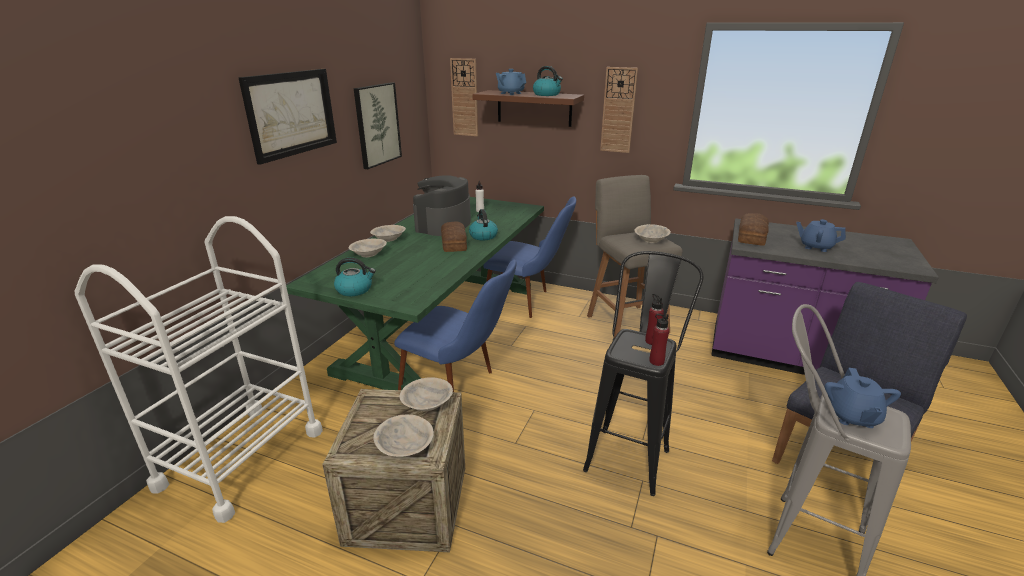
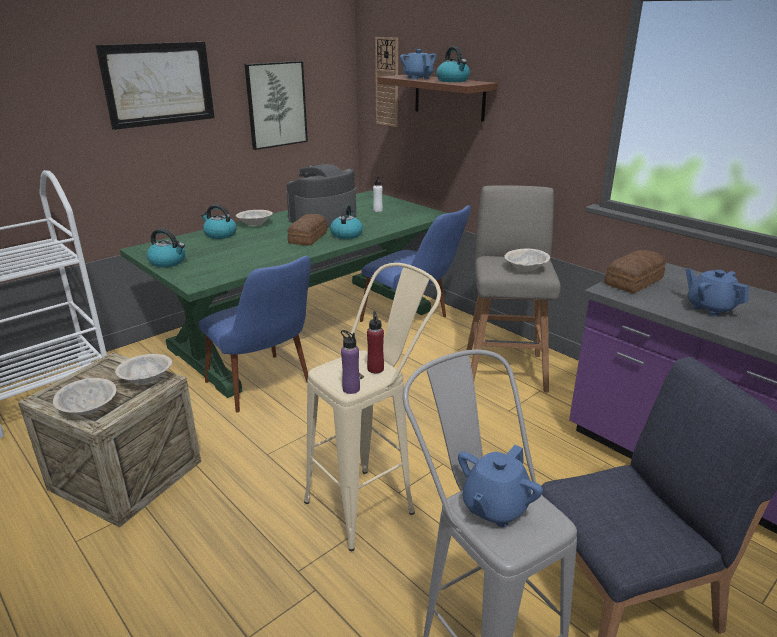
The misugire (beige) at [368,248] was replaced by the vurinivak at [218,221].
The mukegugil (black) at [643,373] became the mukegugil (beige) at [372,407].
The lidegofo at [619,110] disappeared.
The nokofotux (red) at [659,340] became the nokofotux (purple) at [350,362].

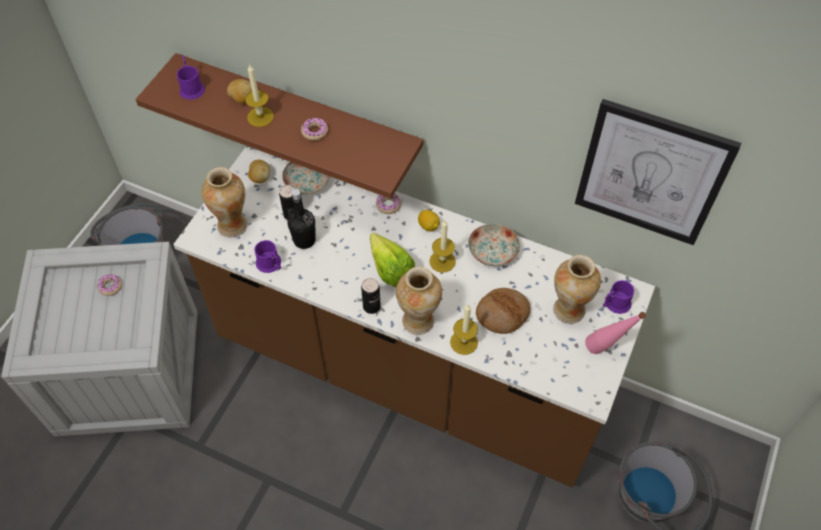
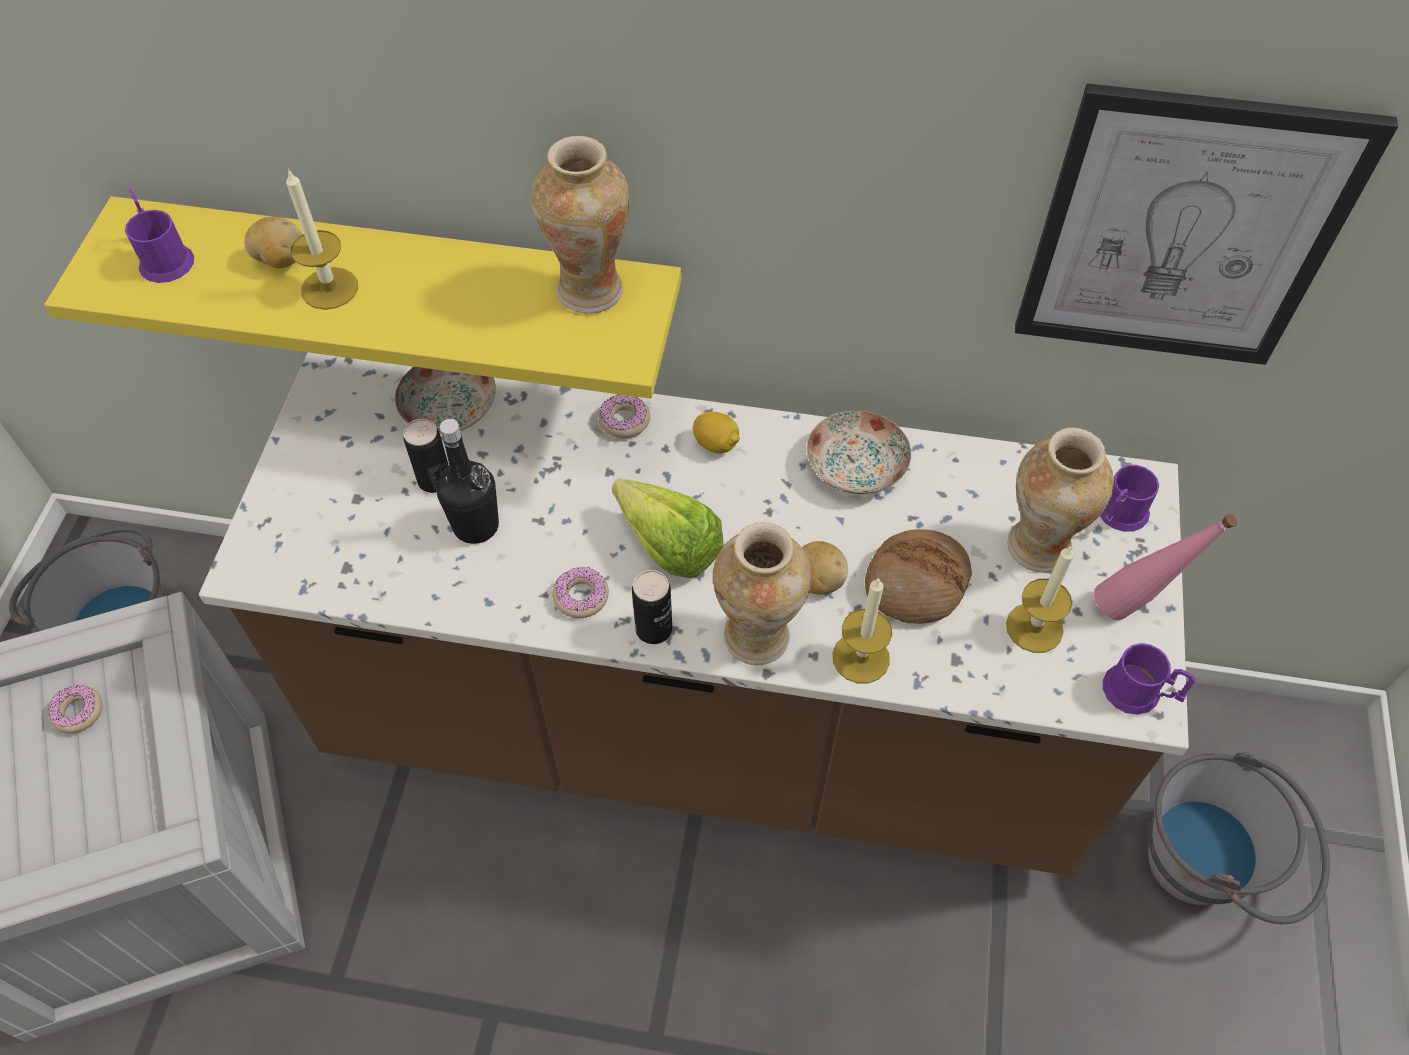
The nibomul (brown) at [279,126] became the nibomul (yellow) at [362,297].
The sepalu moved from [224,202] to [581,224].
The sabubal moved from [259,171] to [825,568].
The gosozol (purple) moved from [267,256] to [1149,679].
The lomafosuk moved from [314,129] to [580,592].
The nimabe moved from [442,246] to [1040,599].

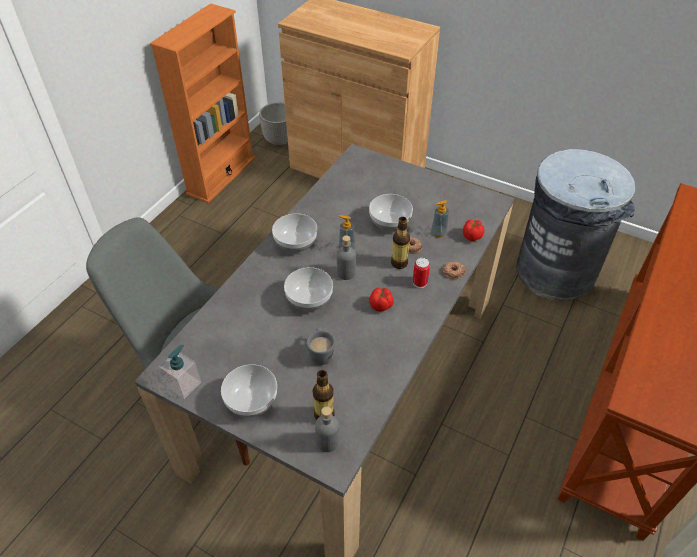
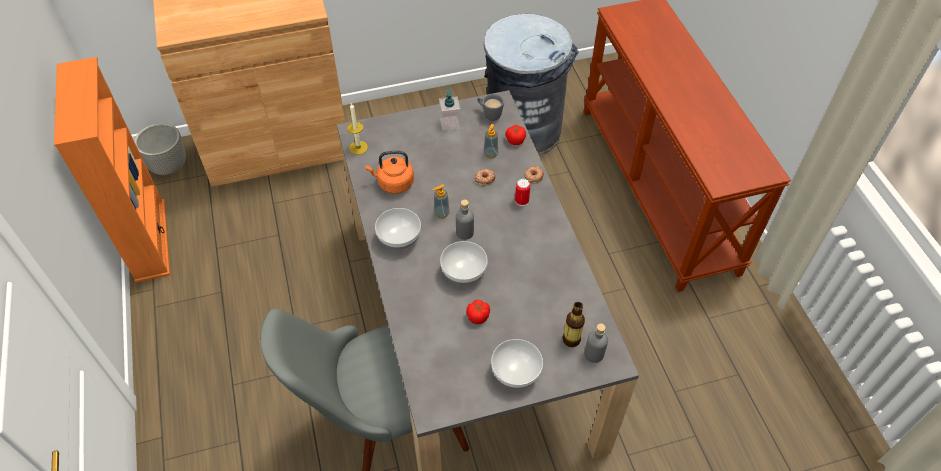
The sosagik moved from [180,371] to [449,109].
The gosozol (grey) moved from [321,346] to [490,107].
The misugire at [391,212] disappeared.
The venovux moved from [381,299] to [478,312].
The nokofotux at [400,243] disappeared.
The nimabe at [357,129] appeared.
The vurinivak (orange) at [389,172] appeared.

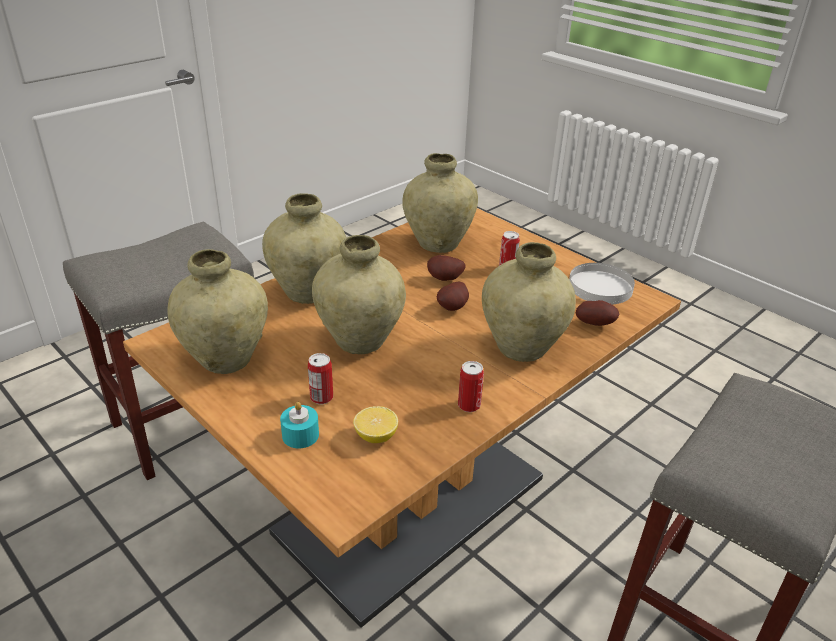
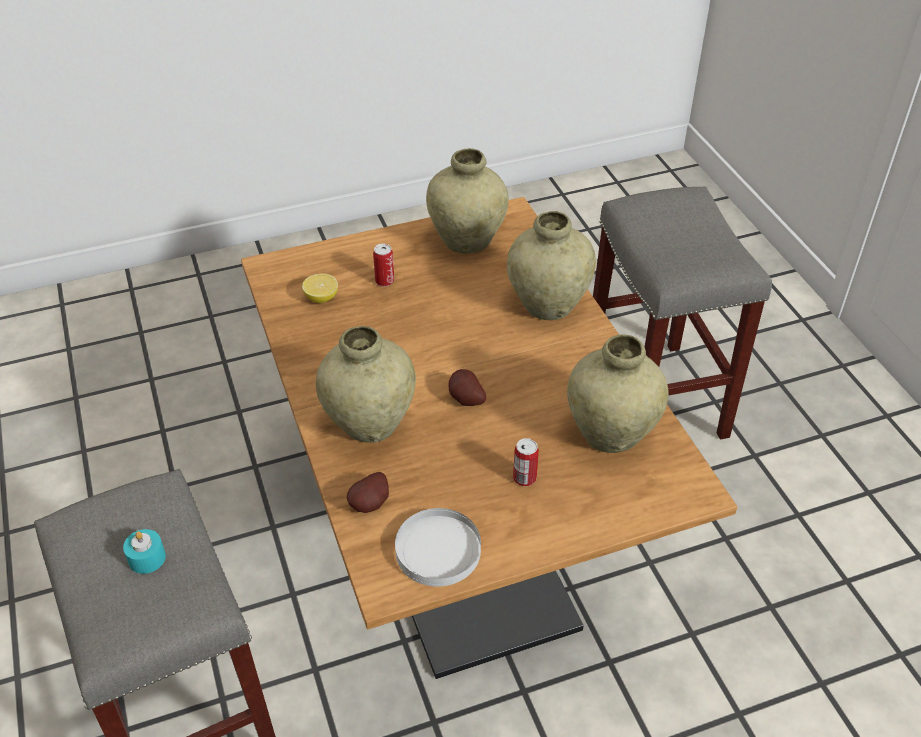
The nimabe (turquoise) moved from [299,425] to [144,551].
The sepalu (beige) at [359,295] disappeared.
The sabubal at [446,268] disappeared.
The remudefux at [471,386] disappeared.

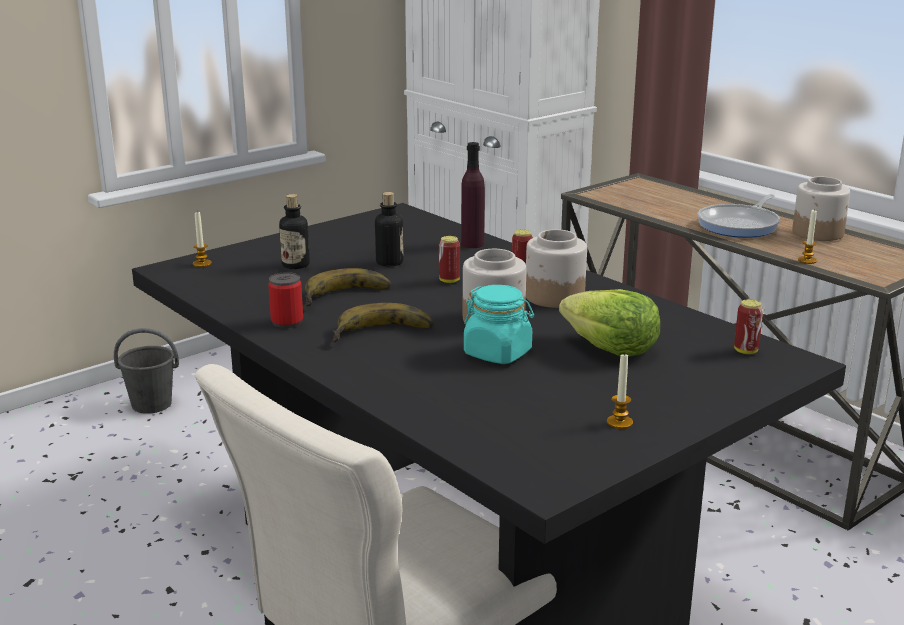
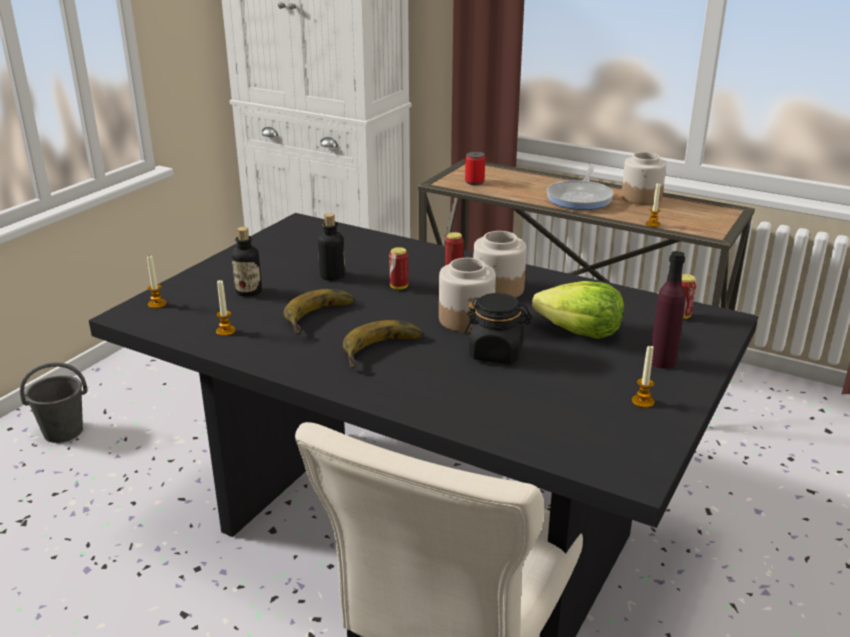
The remudefux moved from [285,300] to [475,168].
The nokofotux (purple) moved from [473,195] to [668,310].
The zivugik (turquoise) at [499,324] became the zivugik (black) at [498,328].
The nimabe at [226,308] appeared.

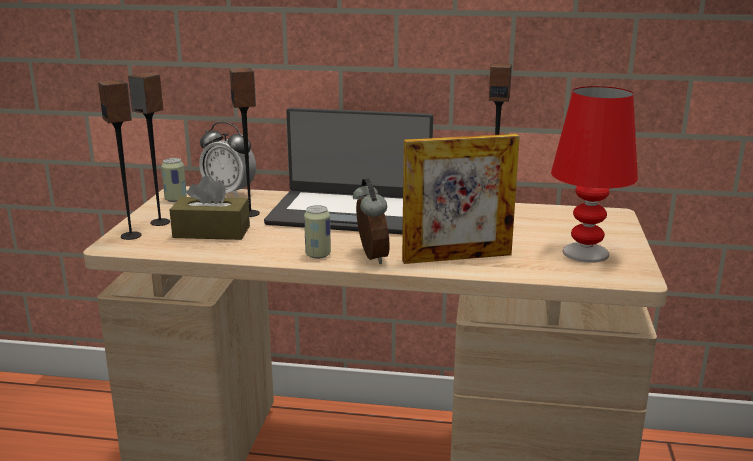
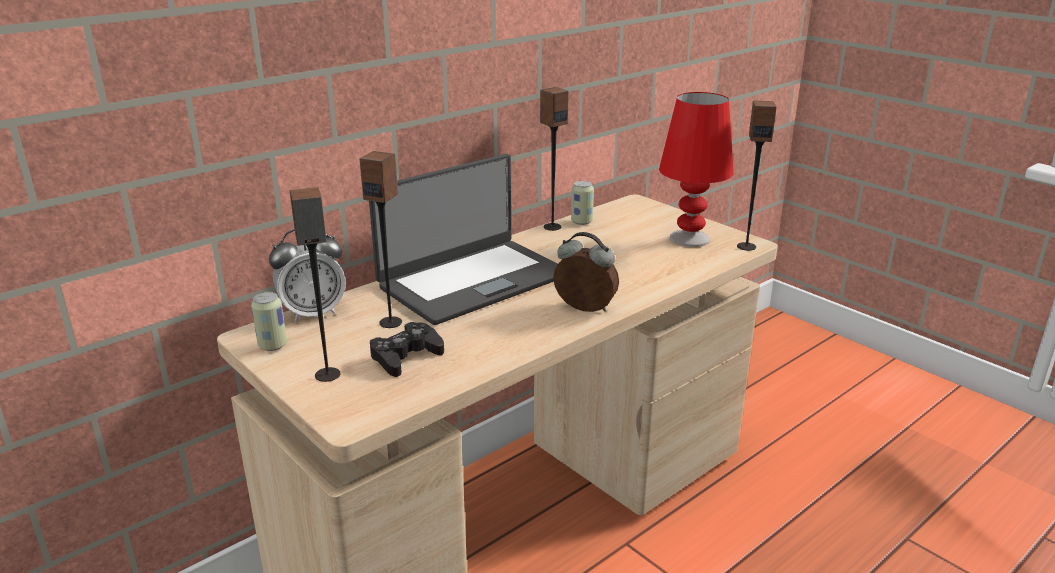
The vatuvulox moved from [119,160] to [756,176].
The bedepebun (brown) at [209,208] was replaced by the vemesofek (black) at [407,349].
The remudefux moved from [317,232] to [582,203].
The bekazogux at [461,199] disappeared.

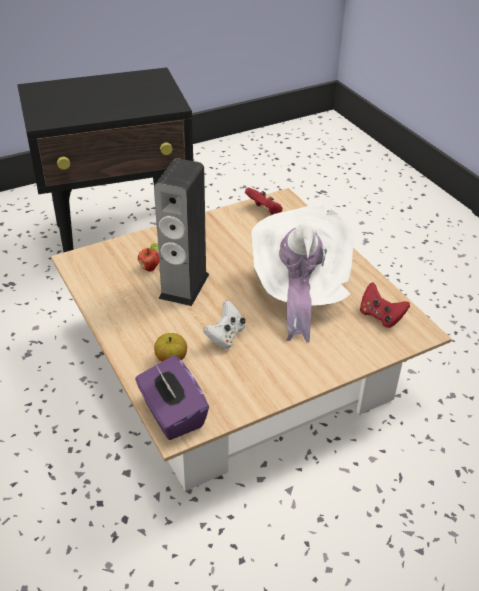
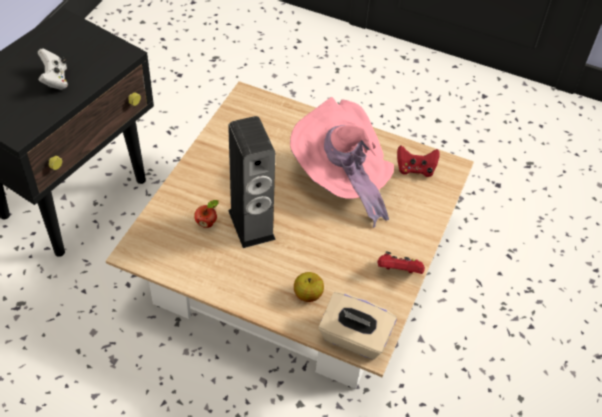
The bedepebun (purple) at [172,397] became the bedepebun (beige) at [357,326].
The vemesofek (white) moved from [224,324] to [53,69].
The vemesofek (red) moved from [264,201] to [401,262].
The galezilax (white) at [302,272] became the galezilax (pink) at [342,162].

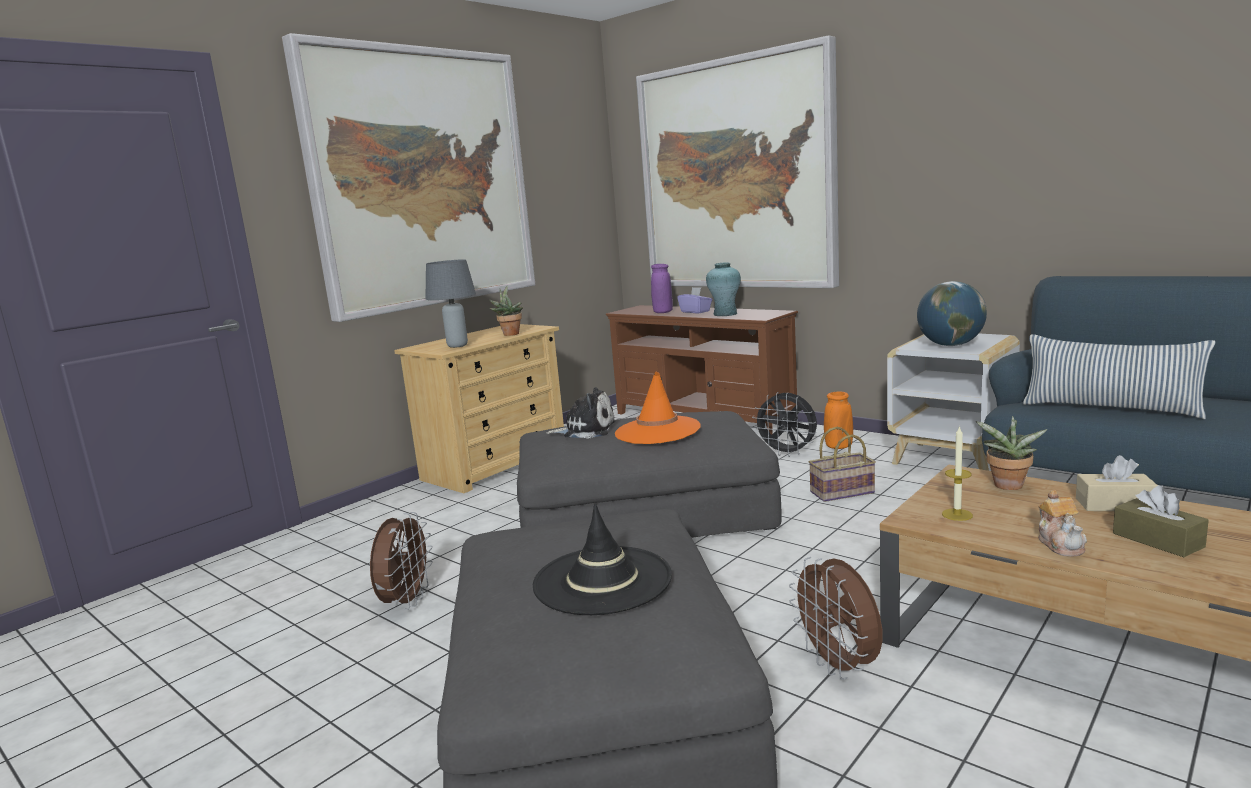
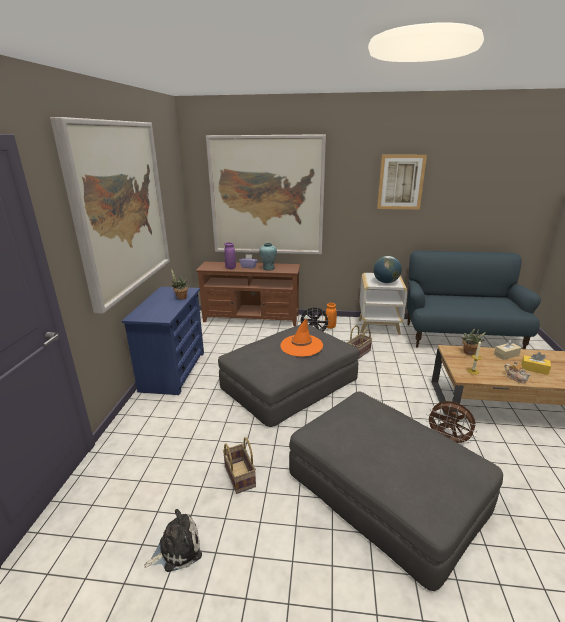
The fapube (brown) at [401,561] was replaced by the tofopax at [239,465].
The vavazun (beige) at [479,408] became the vavazun (blue) at [163,341].
The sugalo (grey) at [451,303] disappeared.
The galezilax (black) at [602,559] disappeared.
The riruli moved from [581,413] to [173,540].
The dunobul at [1119,376] disappeared.
The bedepebun (brown) at [1161,521] became the bedepebun (yellow) at [536,363].
The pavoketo at [402,182] appeared.

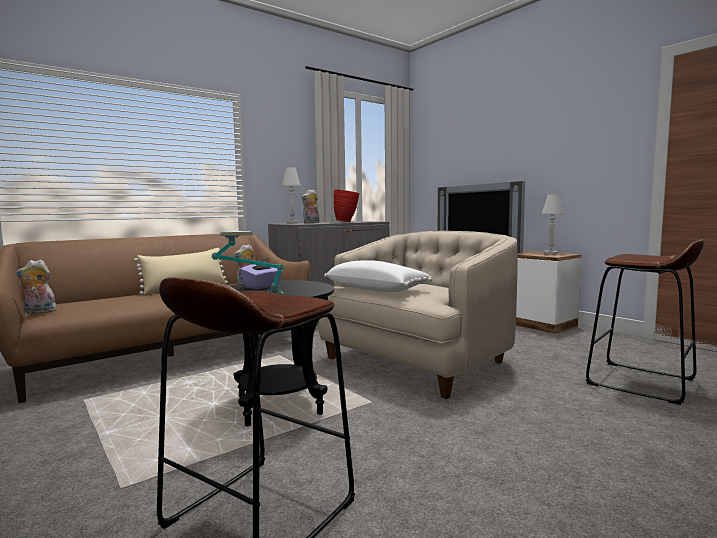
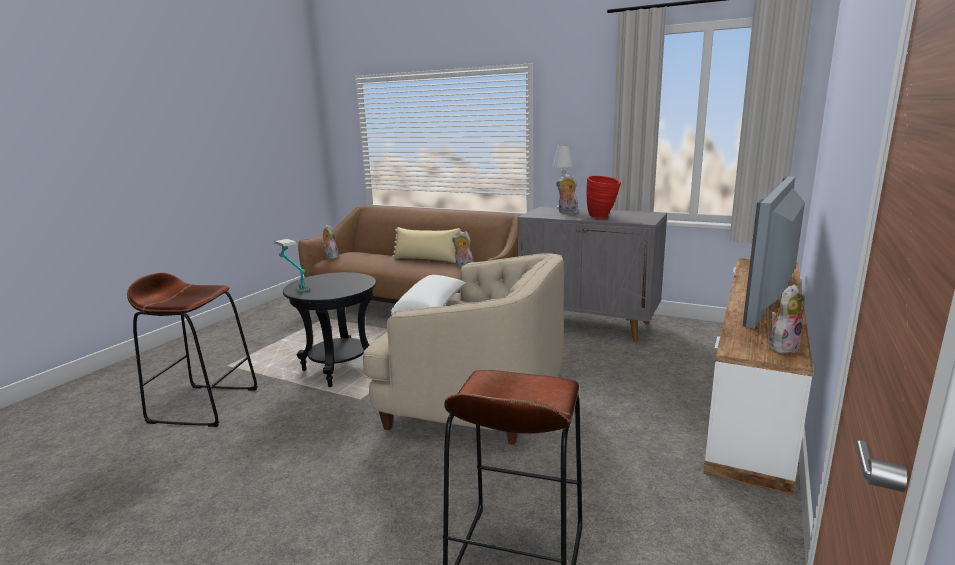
The bedepebun (purple) at [261,273] disappeared.
The sugalo (white) at [553,224] was replaced by the riruli at [787,319].

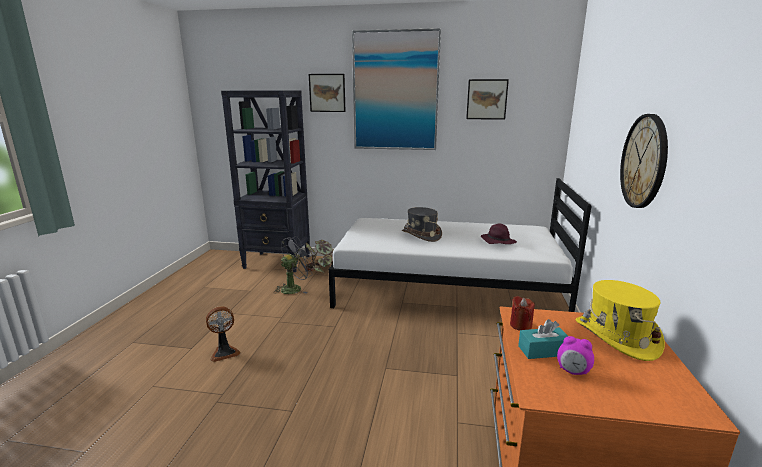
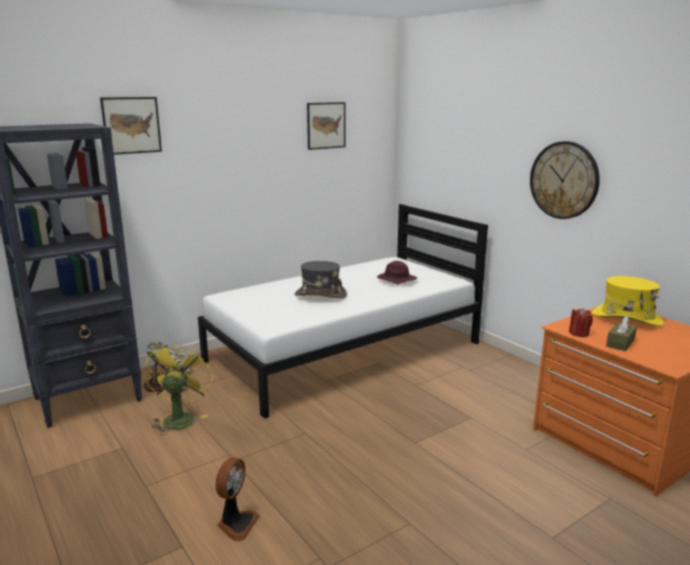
The fapube (grey) at [294,265] became the fapube (yellow) at [178,388].
The pavoketo at [396,89] disappeared.
The bedepebun (turquoise) at [543,339] became the bedepebun (brown) at [621,333].
The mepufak at [575,355] disappeared.

